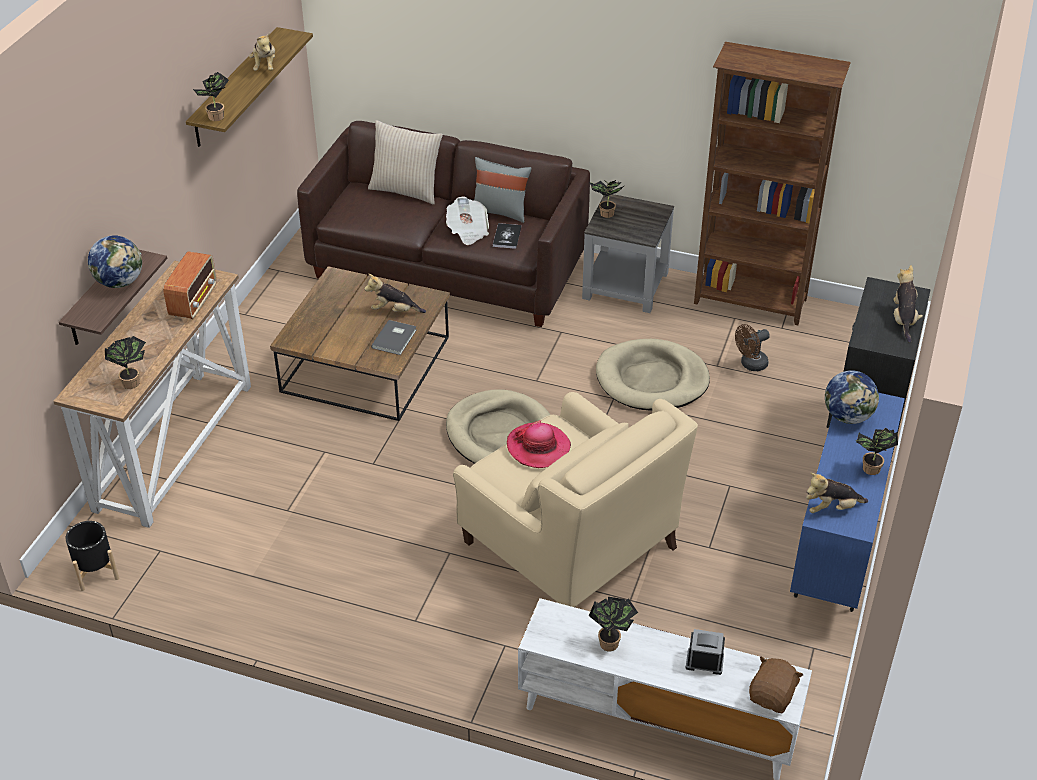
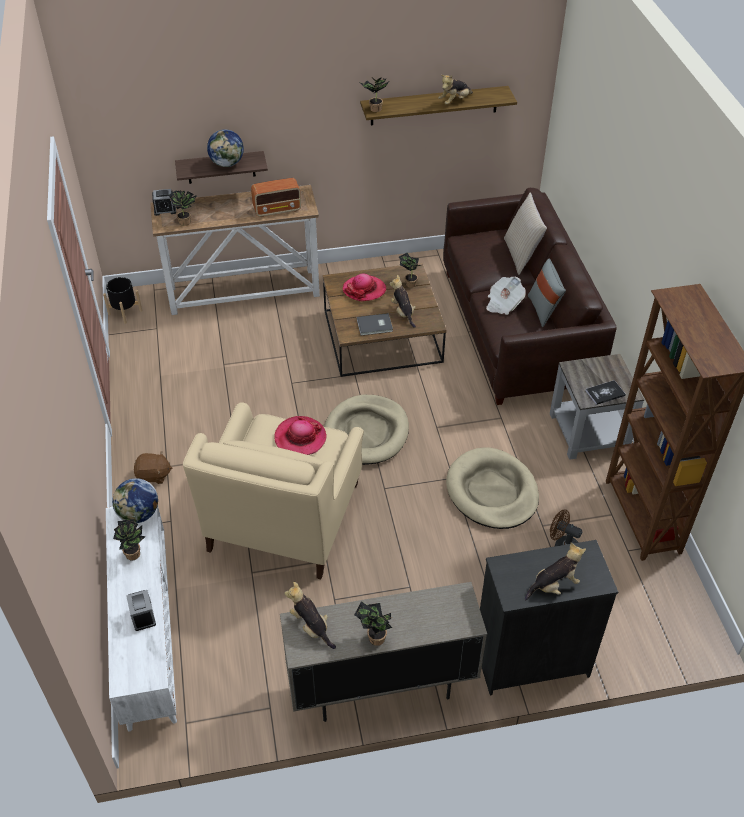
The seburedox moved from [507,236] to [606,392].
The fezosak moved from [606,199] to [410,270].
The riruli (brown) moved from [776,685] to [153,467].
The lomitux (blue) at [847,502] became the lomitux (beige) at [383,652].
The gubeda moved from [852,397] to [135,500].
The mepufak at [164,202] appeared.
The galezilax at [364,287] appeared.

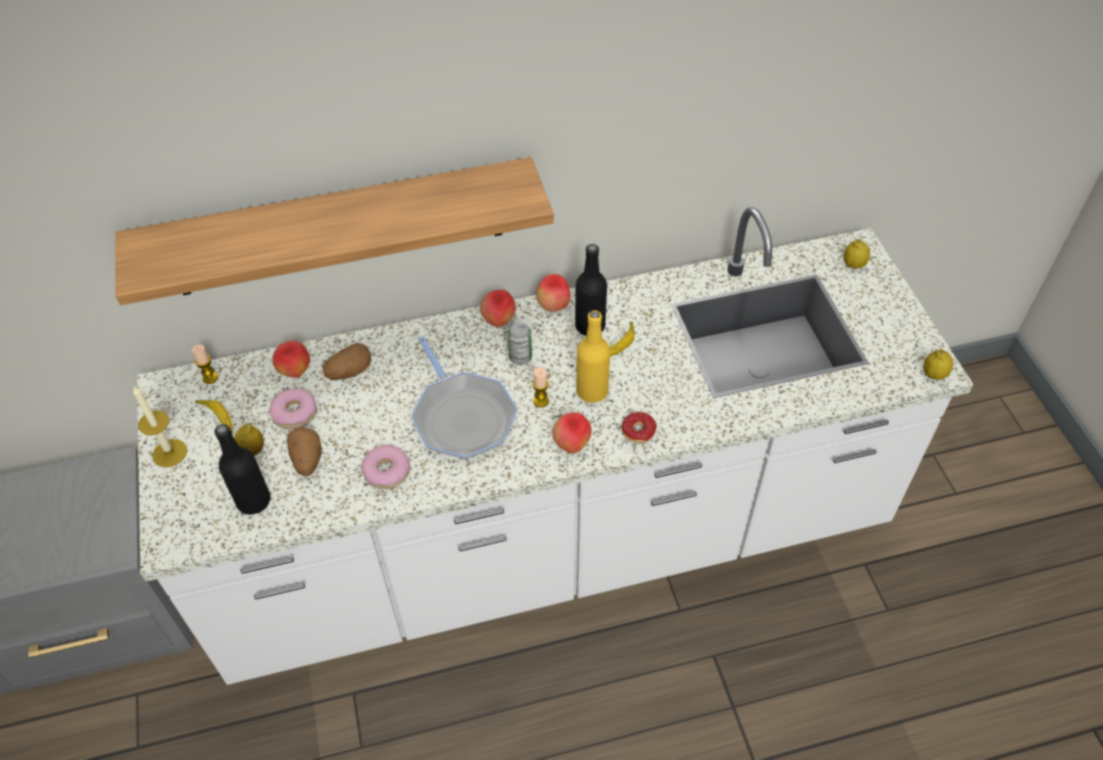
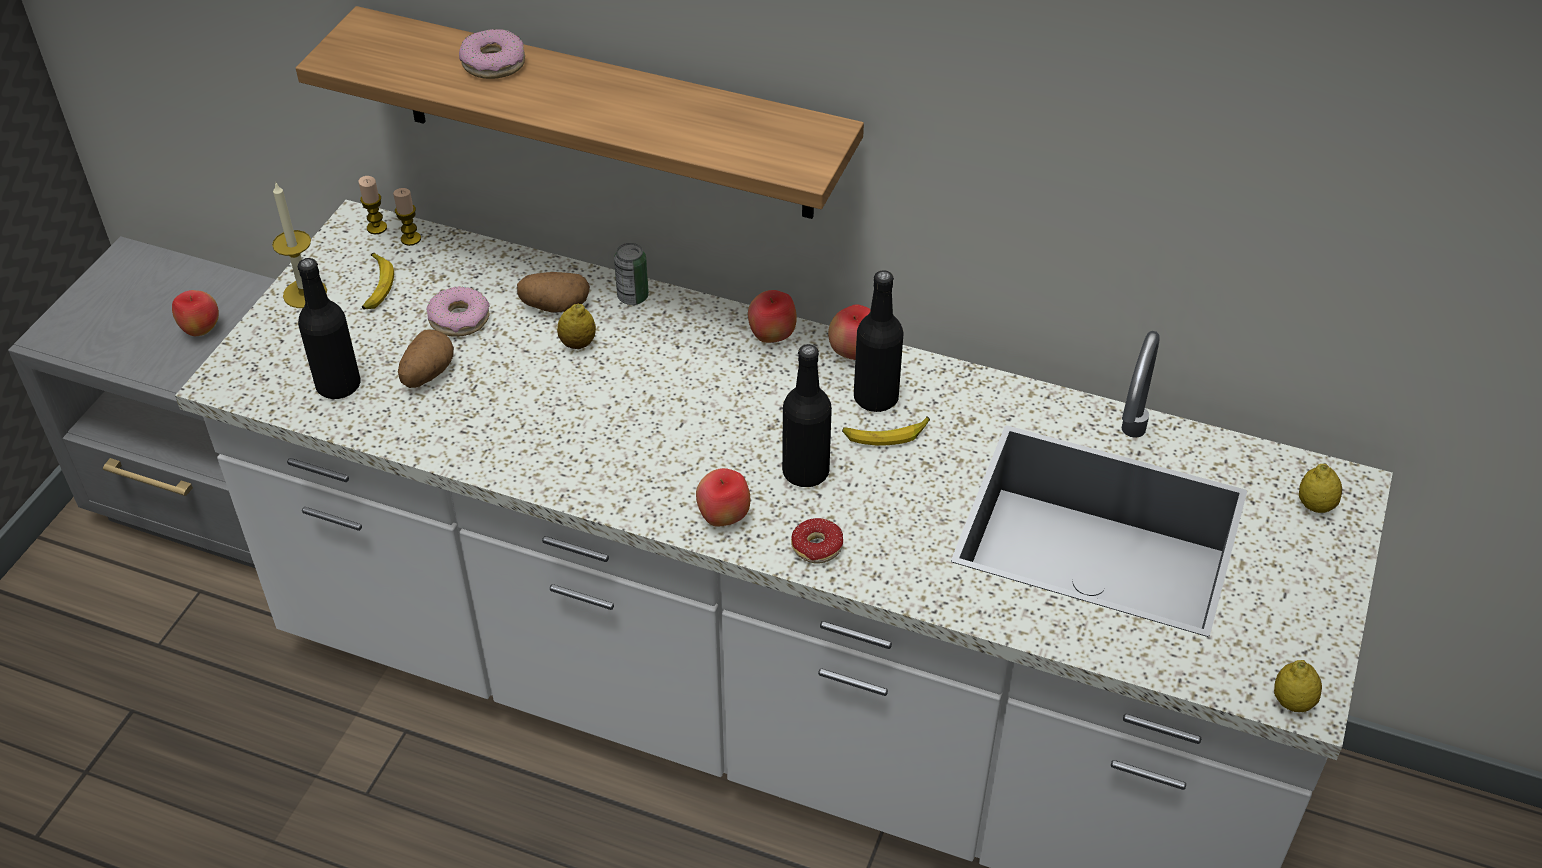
The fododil moved from [249,440] to [576,326].
The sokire moved from [291,359] to [195,313].
The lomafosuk moved from [385,467] to [492,54].
The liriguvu at [464,397] disappeared.
The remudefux moved from [520,343] to [631,274].
The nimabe moved from [540,388] to [373,205].
The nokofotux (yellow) at [593,356] became the nokofotux (black) at [807,415].

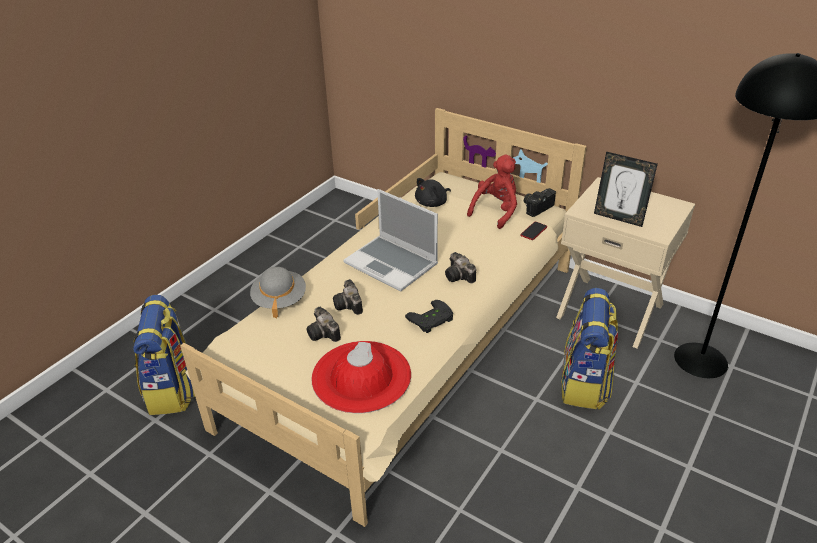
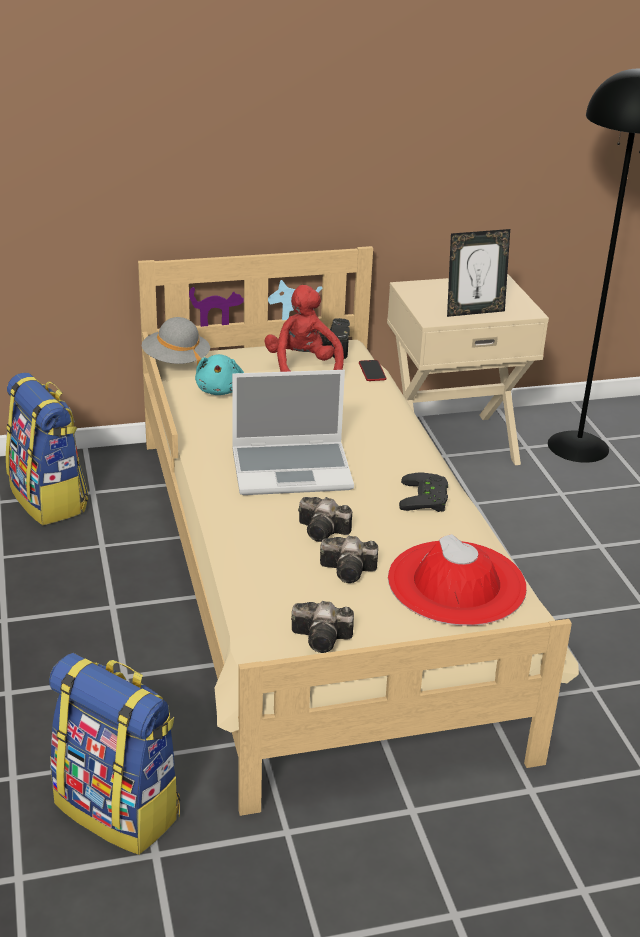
The galezilax (grey) moved from [278,292] to [176,341].
The riruli (black) at [433,192] became the riruli (turquoise) at [219,374].
The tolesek moved from [460,267] to [322,627].
The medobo moved from [589,348] to [47,449].

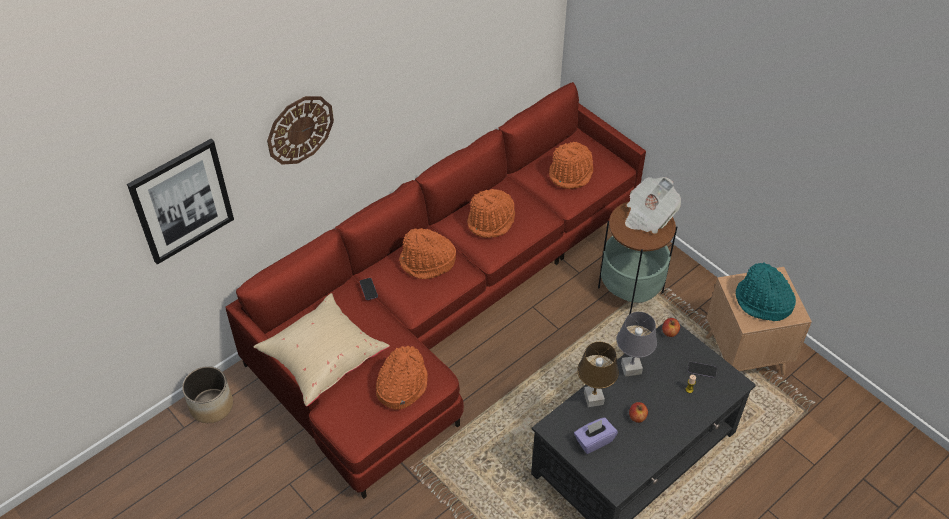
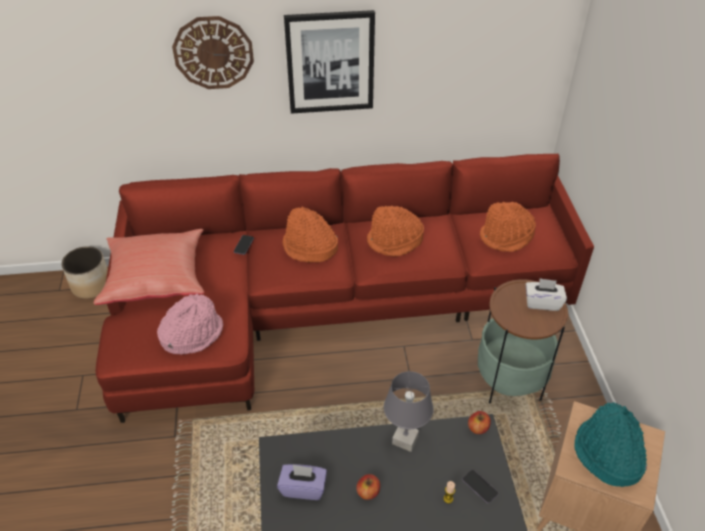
The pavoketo moved from [180,202] to [329,62].
The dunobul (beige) at [322,349] became the dunobul (red) at [148,267].
The galezilax (orange) at [402,377] became the galezilax (pink) at [190,324].
The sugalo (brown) at [598,374] disappeared.
The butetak at [653,205] was replaced by the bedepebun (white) at [546,294].

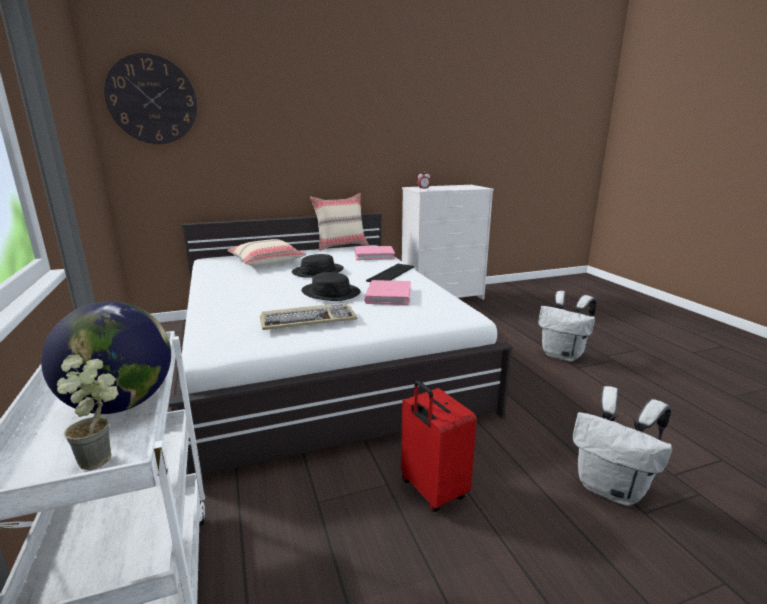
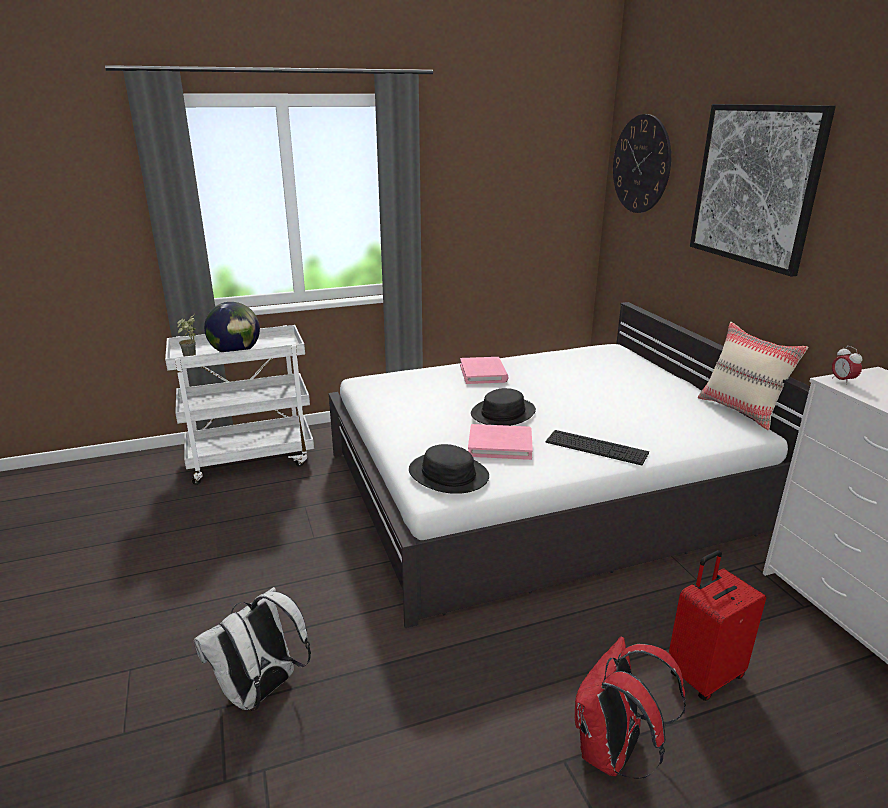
The dunobul (beige) at [266,253] disappeared.
The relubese at [308,316] disappeared.
The galezilax (black) moved from [318,266] to [449,469].
The seburedox (pink) moved from [375,253] to [484,370].
The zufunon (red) moved from [439,446] to [717,625].
The medobo (white) at [567,326] became the medobo (red) at [630,708].
The pavoketo at [763,190] appeared.

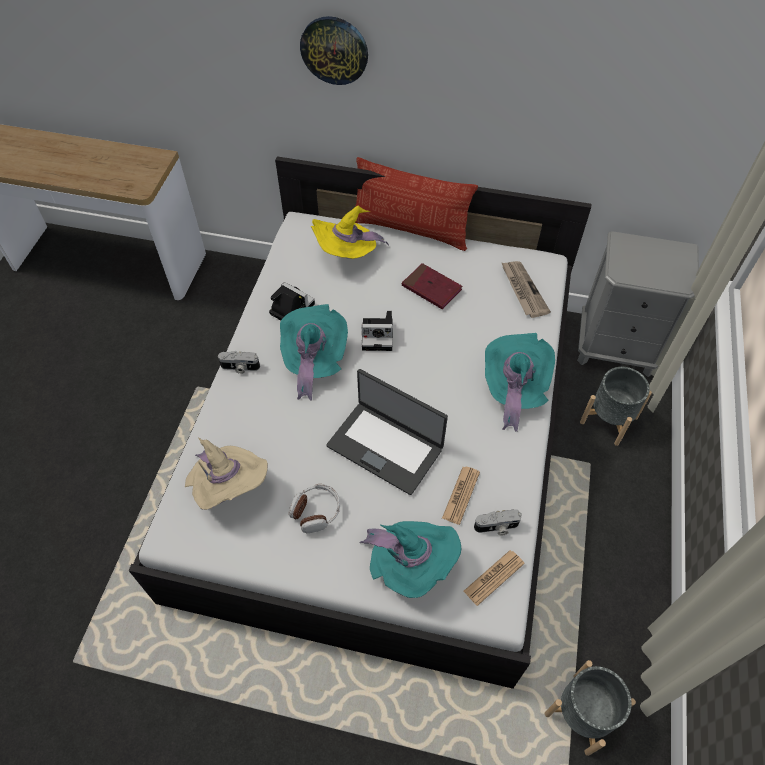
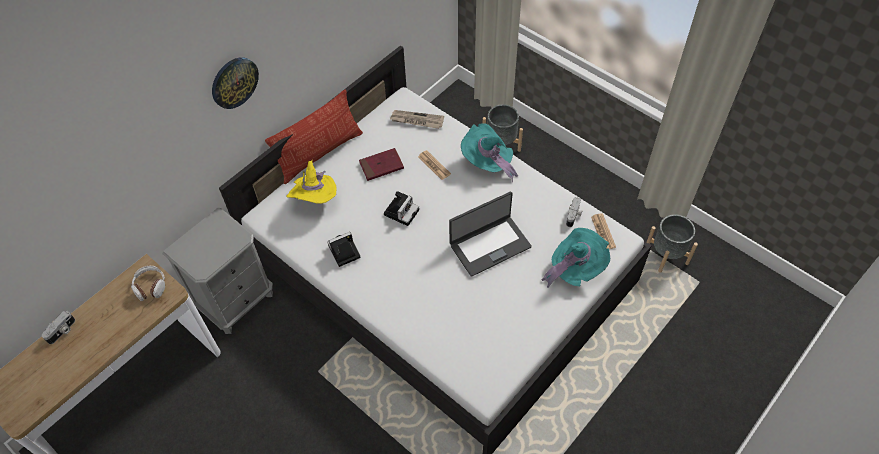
The galezilax (beige) at [226,474] disappeared.
The tolesek moved from [239,362] to [58,327].
The galezilax (turquoise) at [314,352] disappeared.
The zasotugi moved from [314,508] to [148,283].
The butetak moved from [461,496] to [434,165].
The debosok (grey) moved from [638,304] to [217,270].

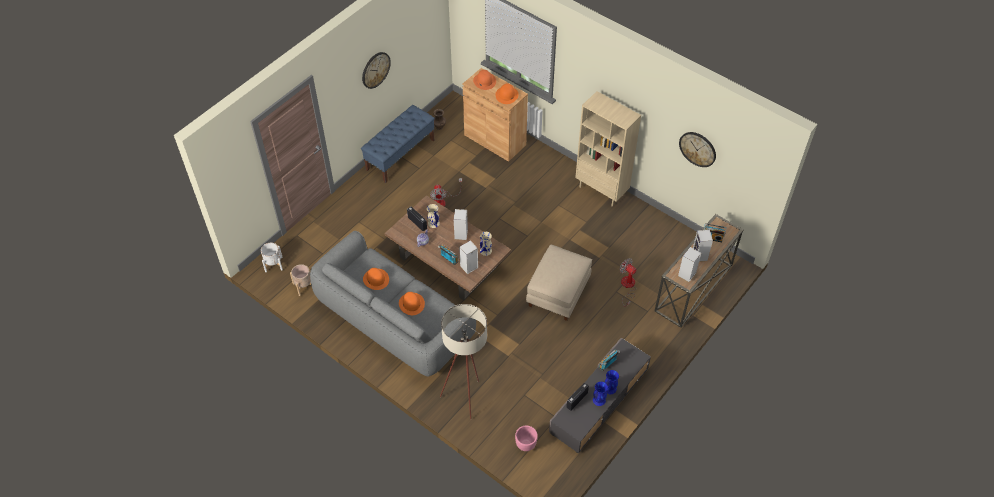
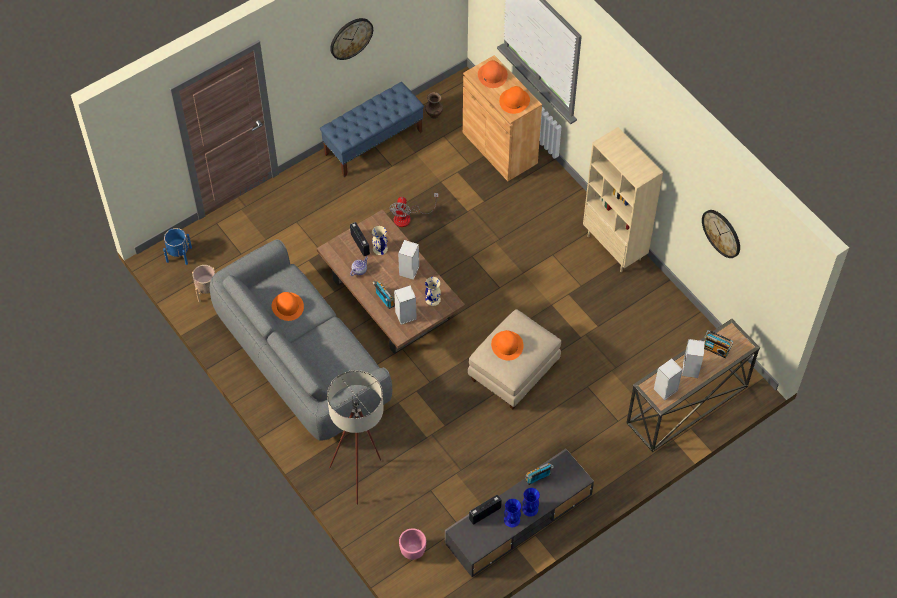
The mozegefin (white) at [272,257] became the mozegefin (blue) at [177,246].
The galezilax (orange) moved from [412,303] to [507,345].
The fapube at [627,282] disappeared.

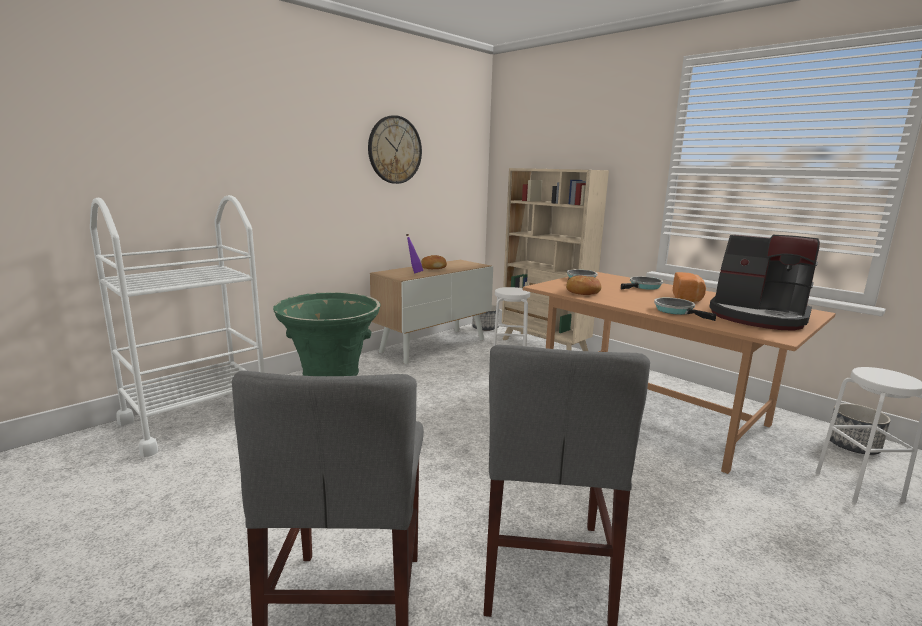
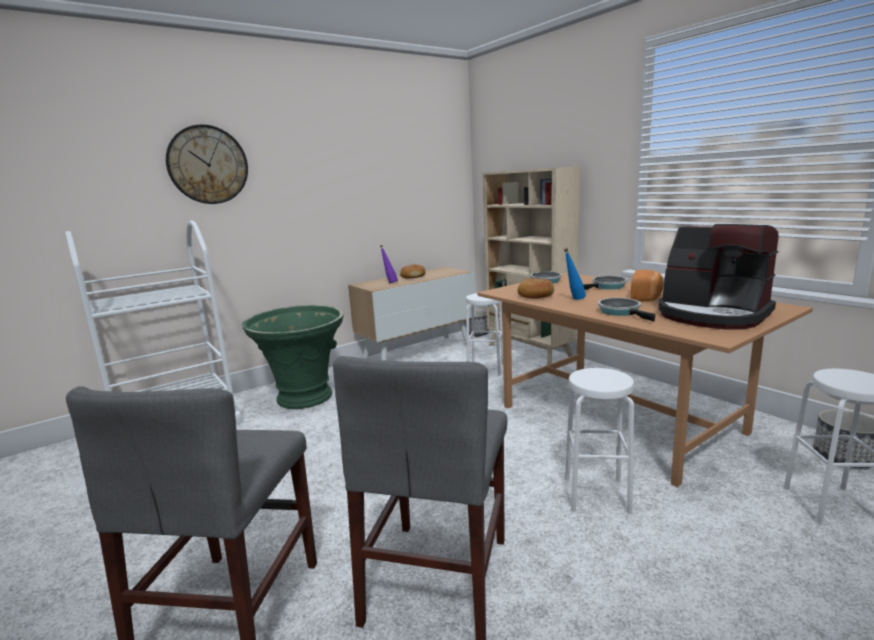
The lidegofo moved from [395,149] to [207,164].
The nokofotux (blue) at [575,274] appeared.
The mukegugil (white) at [599,441] appeared.

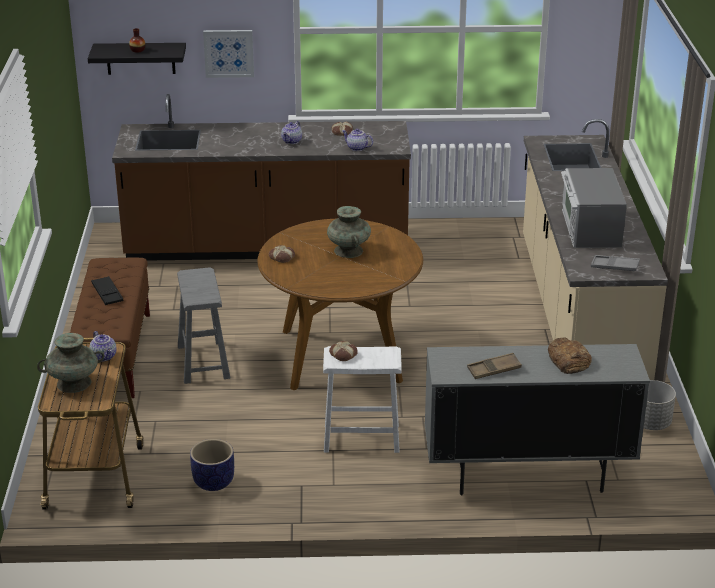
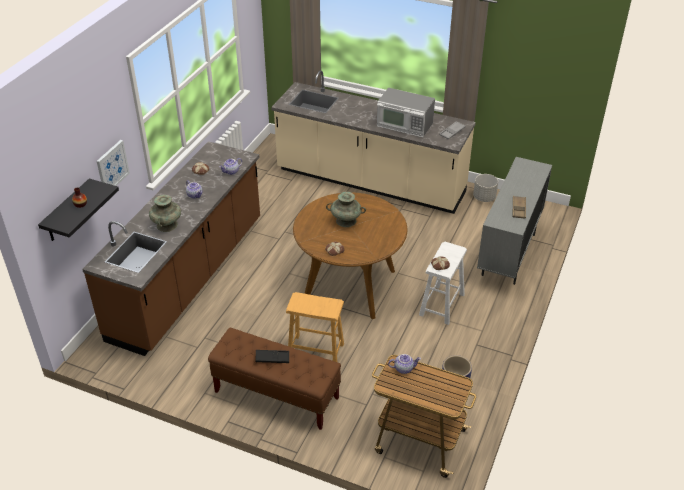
The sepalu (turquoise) moved from [70,363] to [165,213].
The mukegugil (grey) at [203,325] became the mukegugil (brown) at [315,327].
The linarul at [570,355] disappeared.

